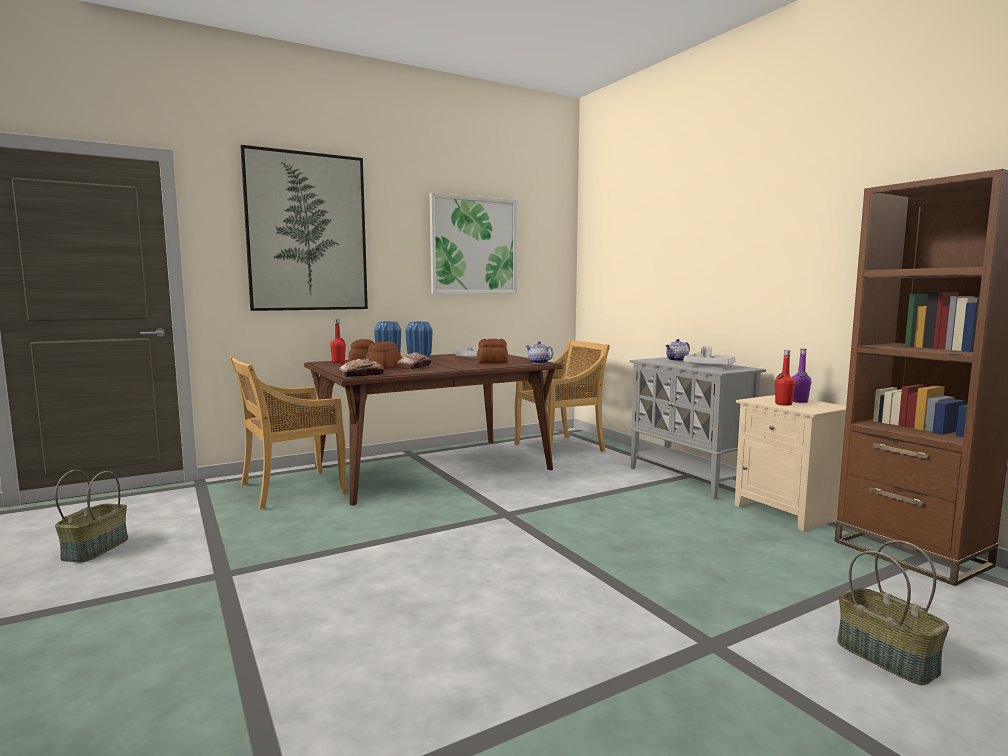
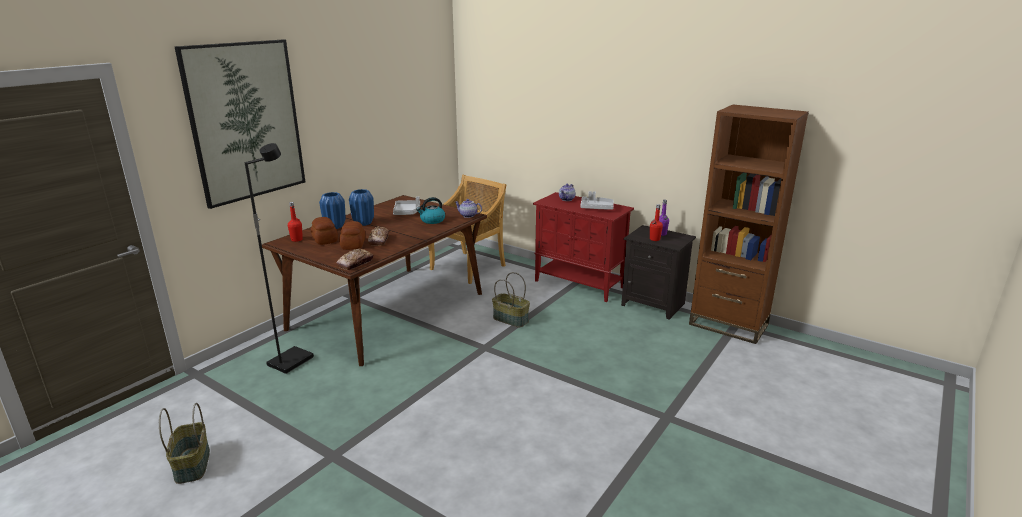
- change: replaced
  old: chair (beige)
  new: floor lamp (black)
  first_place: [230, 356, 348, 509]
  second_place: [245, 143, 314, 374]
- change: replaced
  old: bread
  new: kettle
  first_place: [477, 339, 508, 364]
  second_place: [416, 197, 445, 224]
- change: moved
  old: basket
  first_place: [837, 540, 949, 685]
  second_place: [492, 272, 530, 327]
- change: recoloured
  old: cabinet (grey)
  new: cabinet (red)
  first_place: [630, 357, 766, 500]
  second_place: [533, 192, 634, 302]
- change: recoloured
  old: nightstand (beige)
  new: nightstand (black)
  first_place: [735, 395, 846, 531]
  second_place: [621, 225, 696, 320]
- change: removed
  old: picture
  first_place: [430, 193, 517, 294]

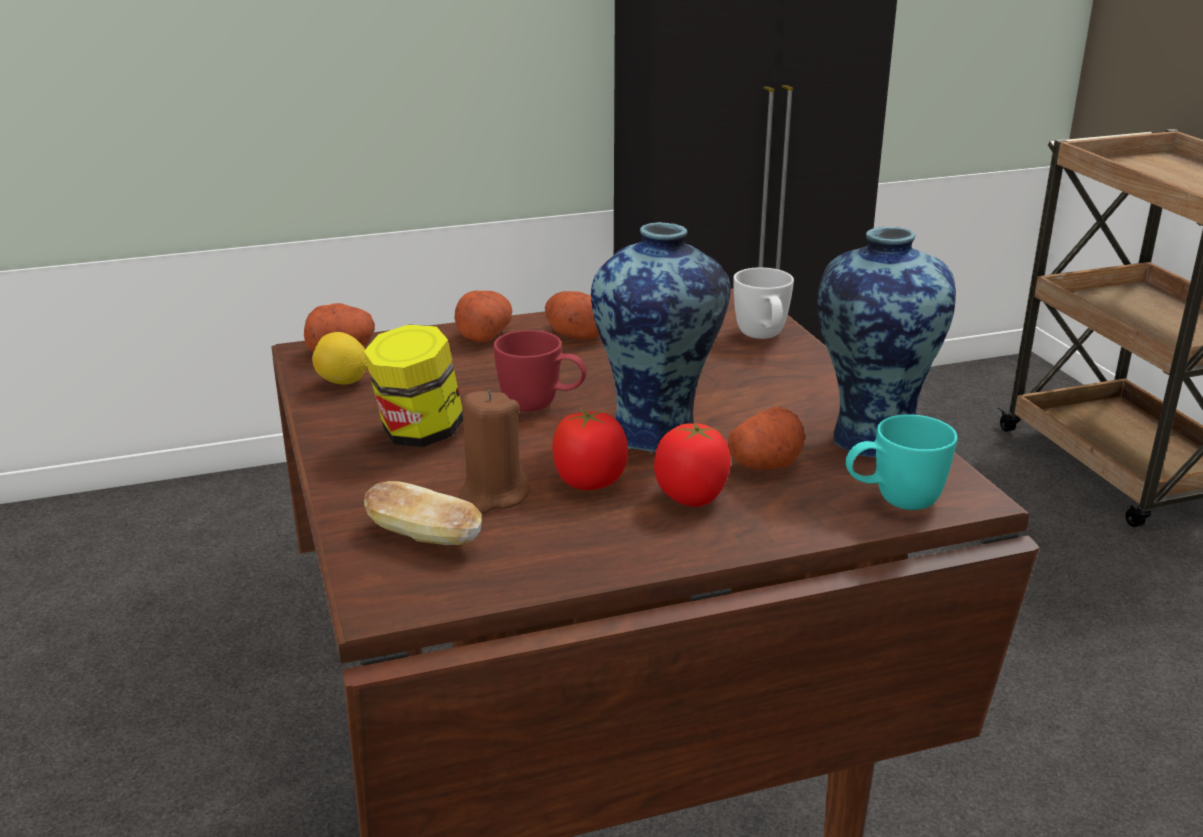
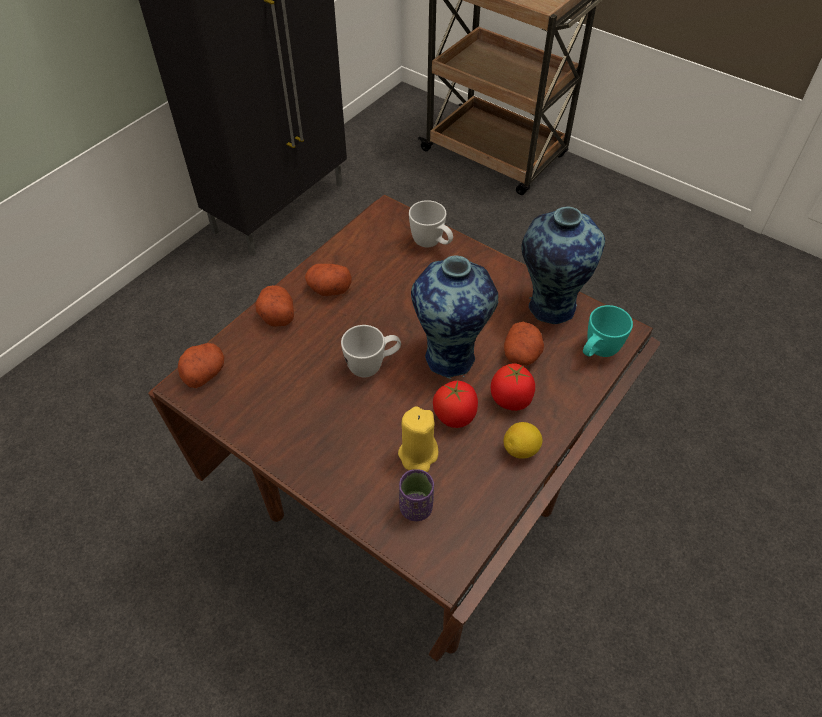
- change: recoloured
  old: mug (red)
  new: mug (white)
  first_place: [493, 330, 587, 412]
  second_place: [341, 325, 401, 378]
- change: recoloured
  old: candle (brown)
  new: candle (yellow)
  first_place: [458, 390, 530, 514]
  second_place: [398, 406, 438, 472]
- change: replaced
  old: bread
  new: cup (purple)
  first_place: [364, 481, 482, 545]
  second_place: [399, 469, 434, 521]
- change: moved
  old: lemon
  first_place: [312, 332, 368, 384]
  second_place: [504, 422, 543, 459]
- change: removed
  old: jar
  first_place: [364, 324, 463, 447]

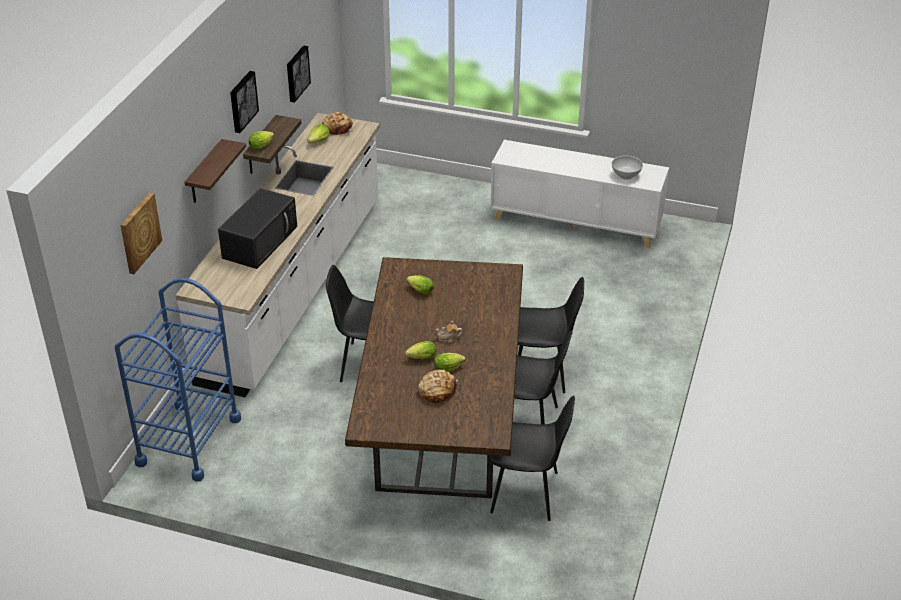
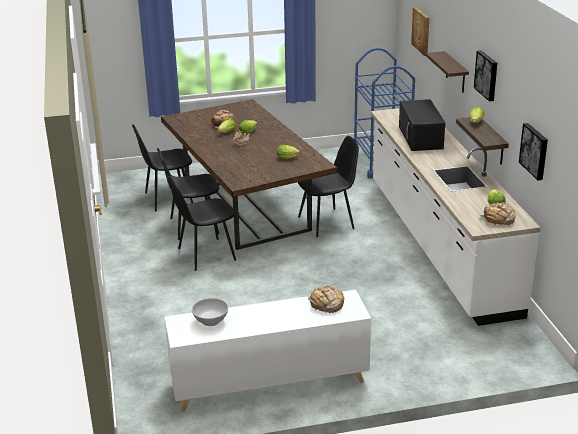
- change: added
  new: bread
  second_place: [308, 286, 344, 313]

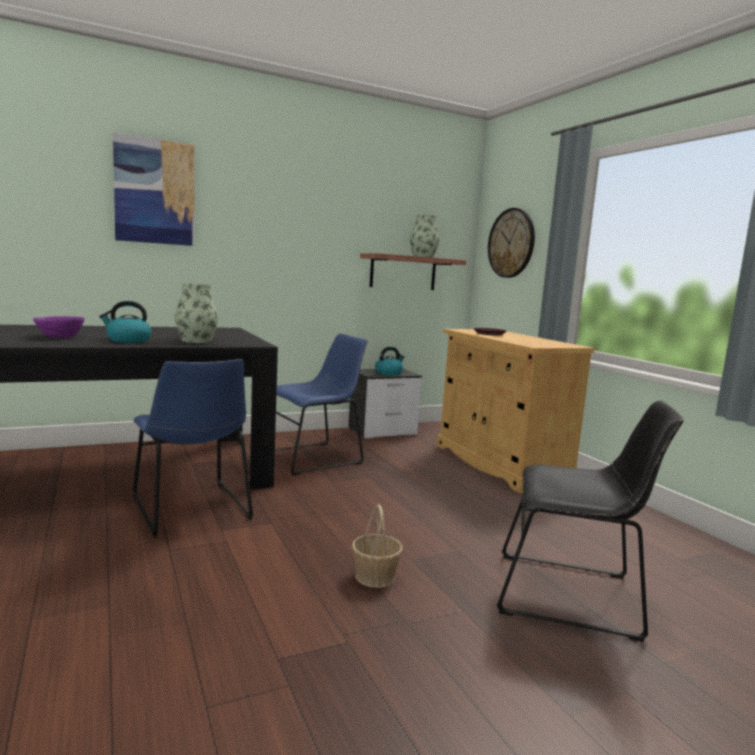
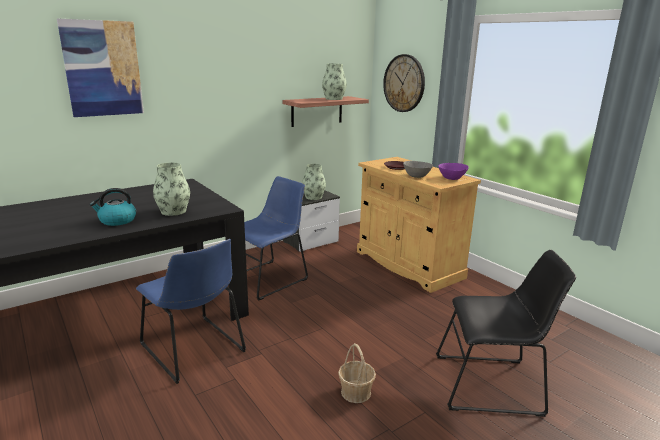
- change: replaced
  old: kettle
  new: vase
  first_place: [375, 347, 404, 376]
  second_place: [302, 164, 326, 200]
- change: added
  new: bowl (grey)
  second_place: [403, 161, 433, 178]
- change: moved
  old: bowl (purple)
  first_place: [33, 316, 85, 338]
  second_place: [438, 163, 469, 180]

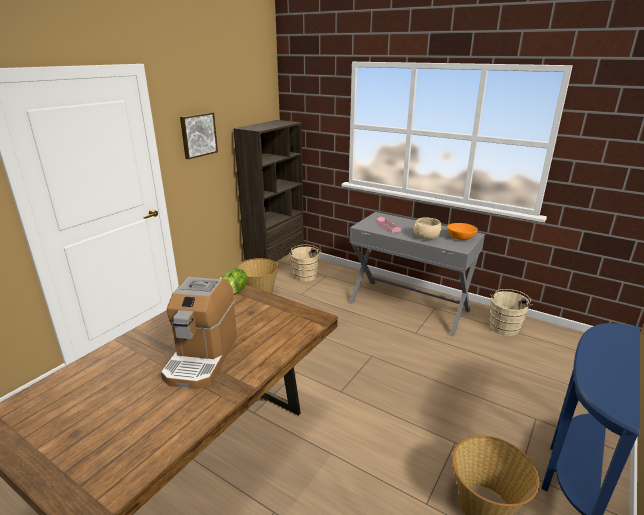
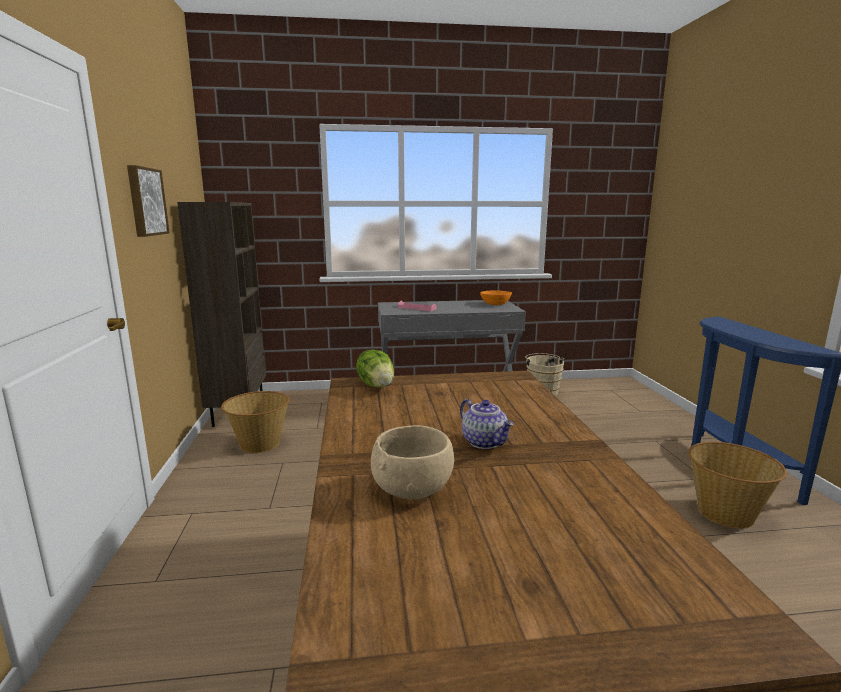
- change: moved
  old: bowl (beige)
  first_place: [414, 217, 441, 240]
  second_place: [371, 425, 454, 499]
- change: replaced
  old: coffee machine
  new: teapot
  first_place: [161, 276, 237, 389]
  second_place: [460, 399, 514, 449]
- change: removed
  old: bucket (beige)
  first_place: [289, 245, 320, 282]

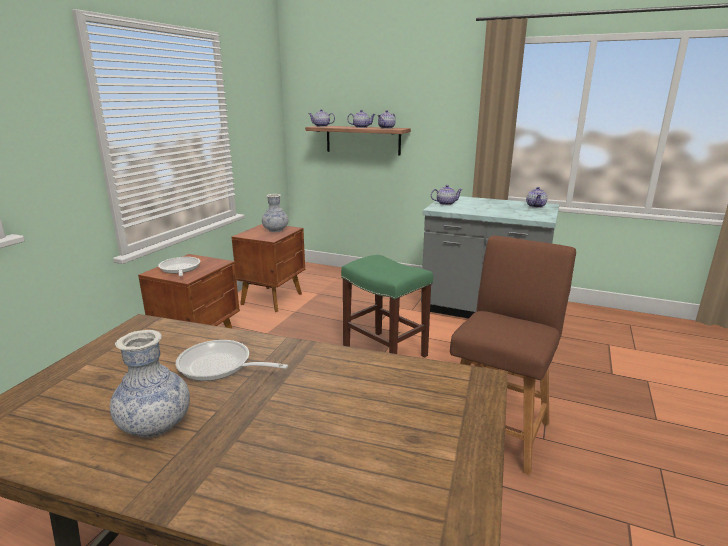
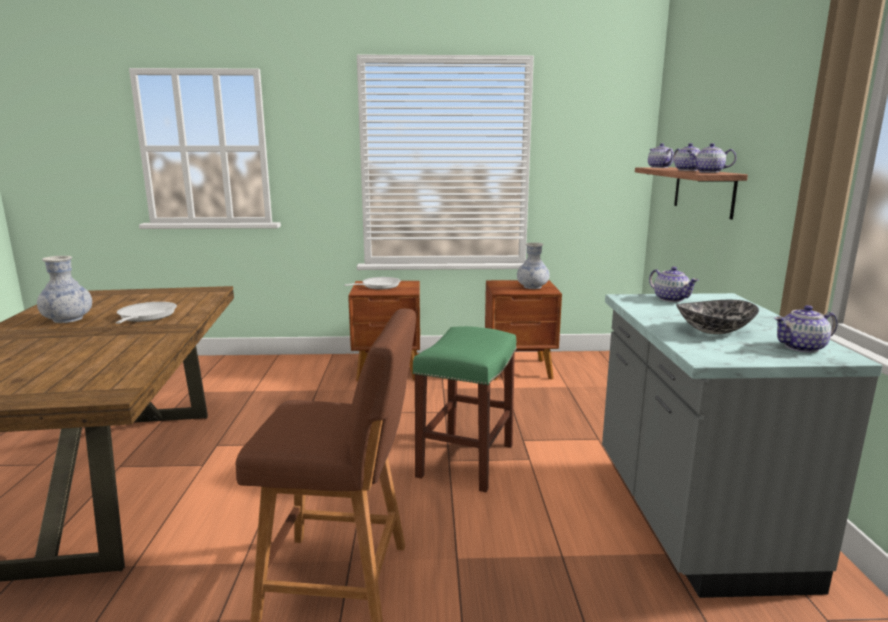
- change: added
  new: bowl
  second_place: [676, 300, 759, 334]

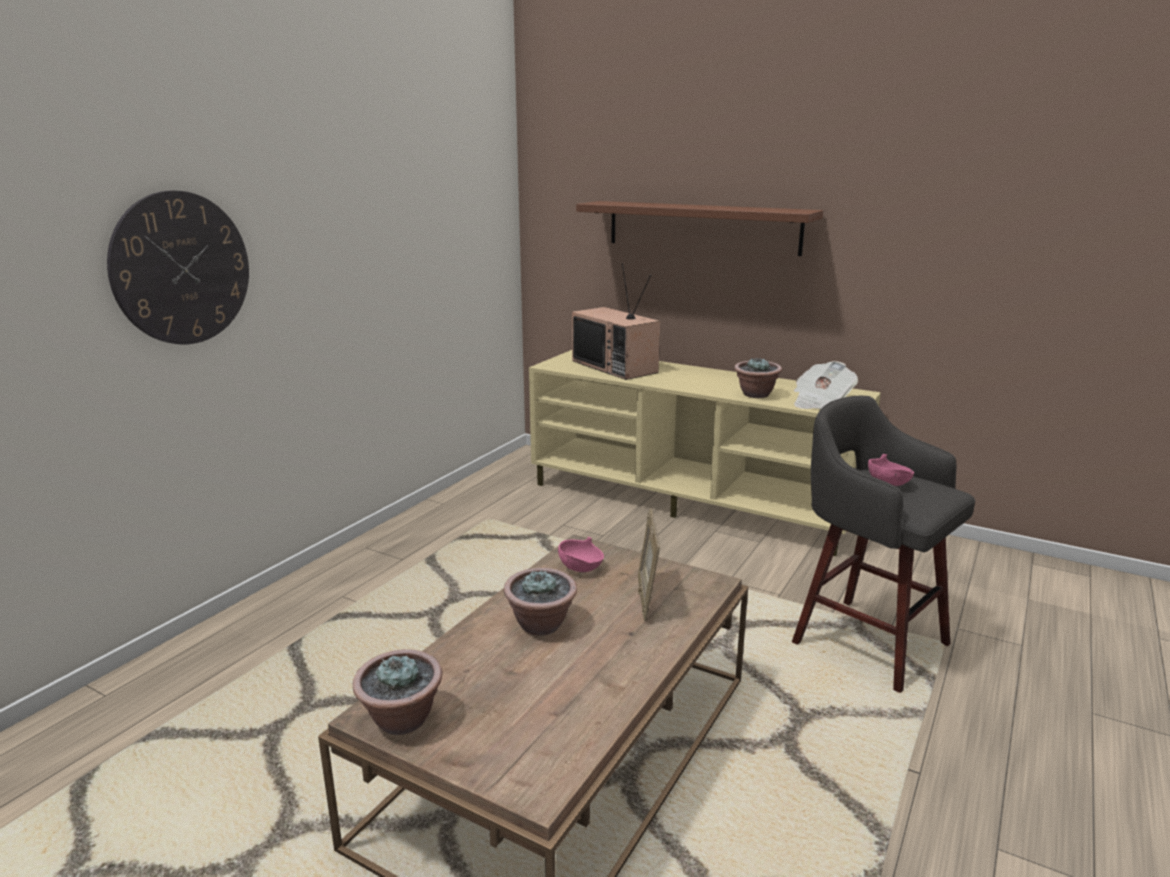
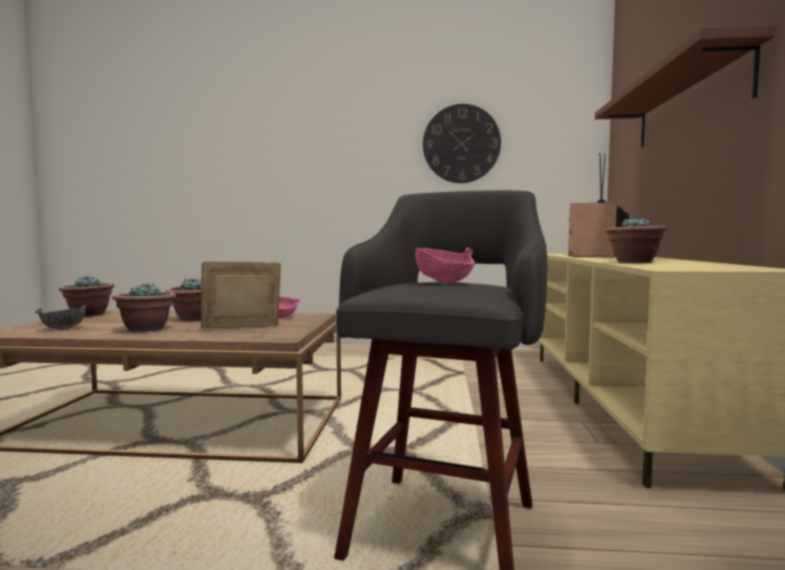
- change: added
  new: bowl (grey)
  second_place: [35, 304, 86, 330]
- change: added
  new: potted plant
  second_place: [112, 283, 176, 332]
- change: moved
  old: wall clock
  first_place: [107, 190, 249, 344]
  second_place: [423, 104, 501, 183]
- change: removed
  old: newspaper
  first_place: [794, 361, 858, 409]

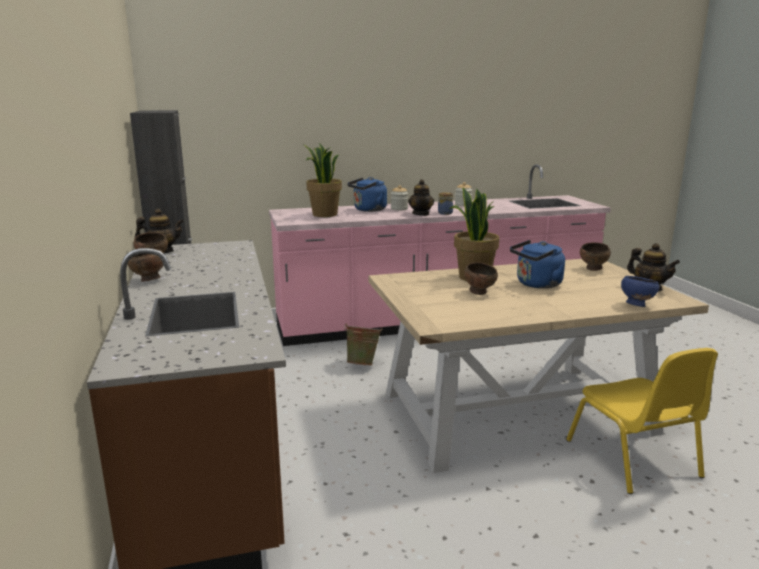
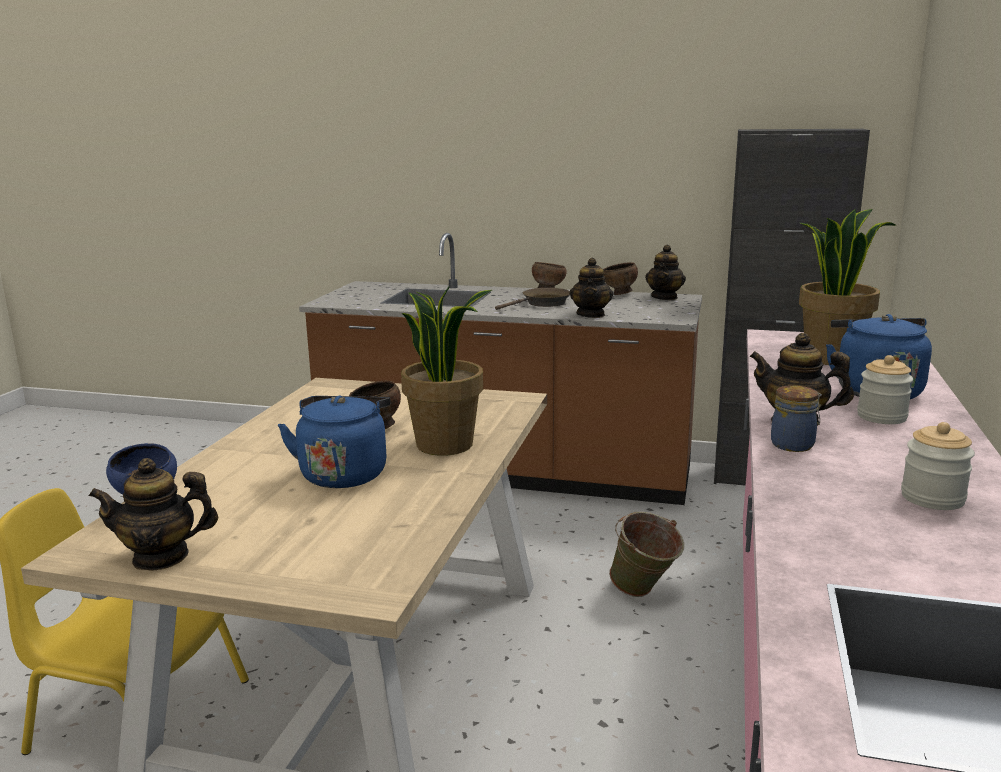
- change: added
  new: frying pan (brown)
  second_place: [495, 288, 570, 310]
- change: added
  new: teapot
  second_place: [569, 258, 613, 318]
- change: removed
  old: bowl (brown)
  first_place: [580, 242, 611, 271]

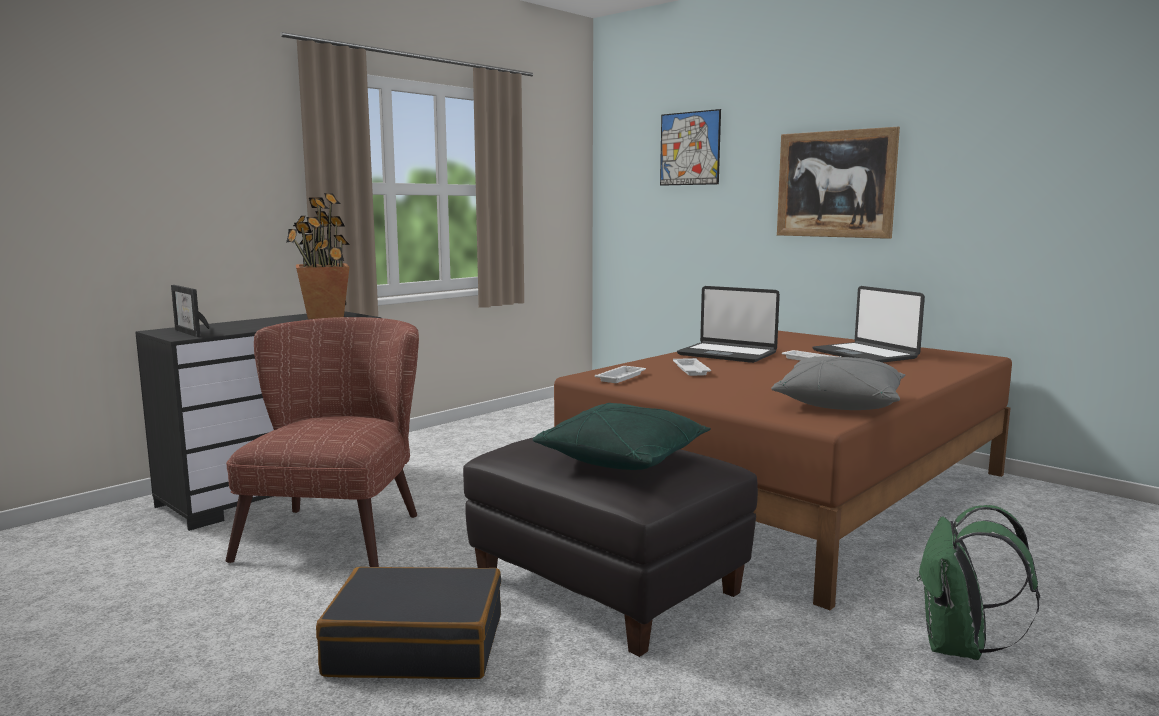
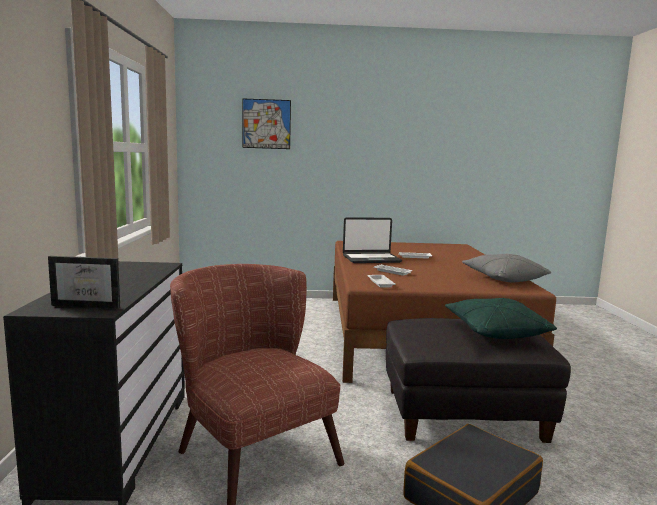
- change: removed
  old: potted plant
  first_place: [286, 193, 350, 319]
- change: removed
  old: picture
  first_place: [777, 127, 900, 239]
- change: removed
  old: laptop
  first_place: [812, 286, 925, 363]
- change: removed
  old: backpack (green)
  first_place: [917, 505, 1040, 660]

